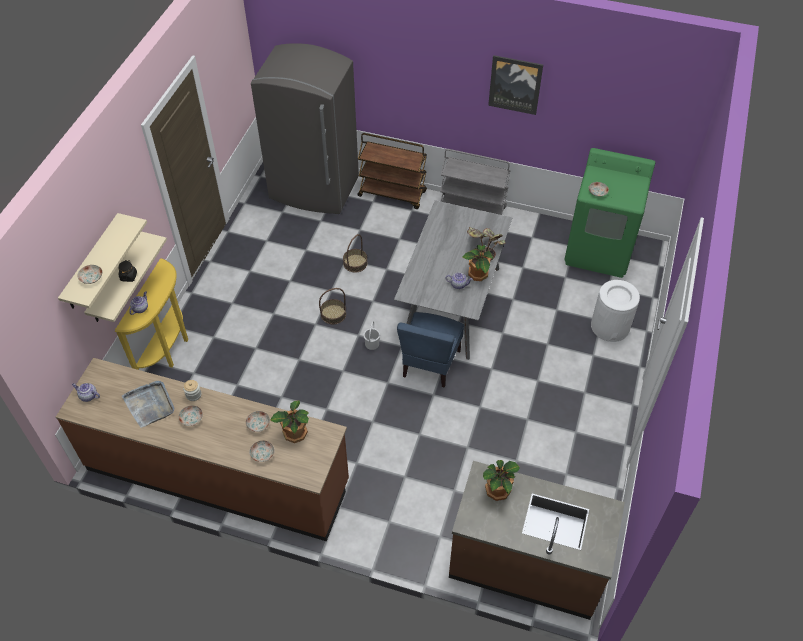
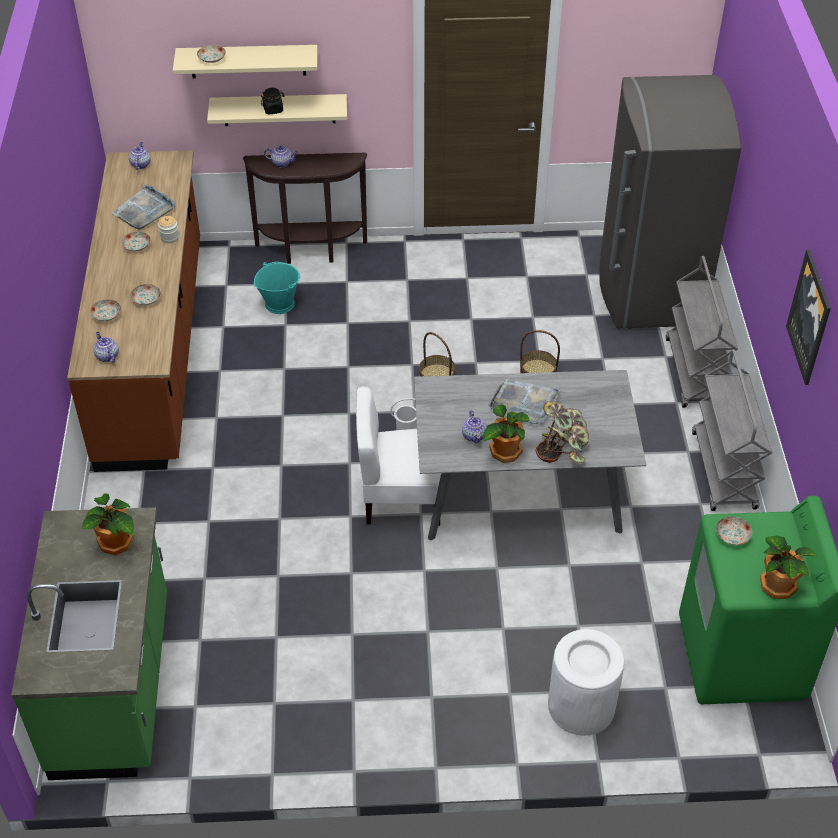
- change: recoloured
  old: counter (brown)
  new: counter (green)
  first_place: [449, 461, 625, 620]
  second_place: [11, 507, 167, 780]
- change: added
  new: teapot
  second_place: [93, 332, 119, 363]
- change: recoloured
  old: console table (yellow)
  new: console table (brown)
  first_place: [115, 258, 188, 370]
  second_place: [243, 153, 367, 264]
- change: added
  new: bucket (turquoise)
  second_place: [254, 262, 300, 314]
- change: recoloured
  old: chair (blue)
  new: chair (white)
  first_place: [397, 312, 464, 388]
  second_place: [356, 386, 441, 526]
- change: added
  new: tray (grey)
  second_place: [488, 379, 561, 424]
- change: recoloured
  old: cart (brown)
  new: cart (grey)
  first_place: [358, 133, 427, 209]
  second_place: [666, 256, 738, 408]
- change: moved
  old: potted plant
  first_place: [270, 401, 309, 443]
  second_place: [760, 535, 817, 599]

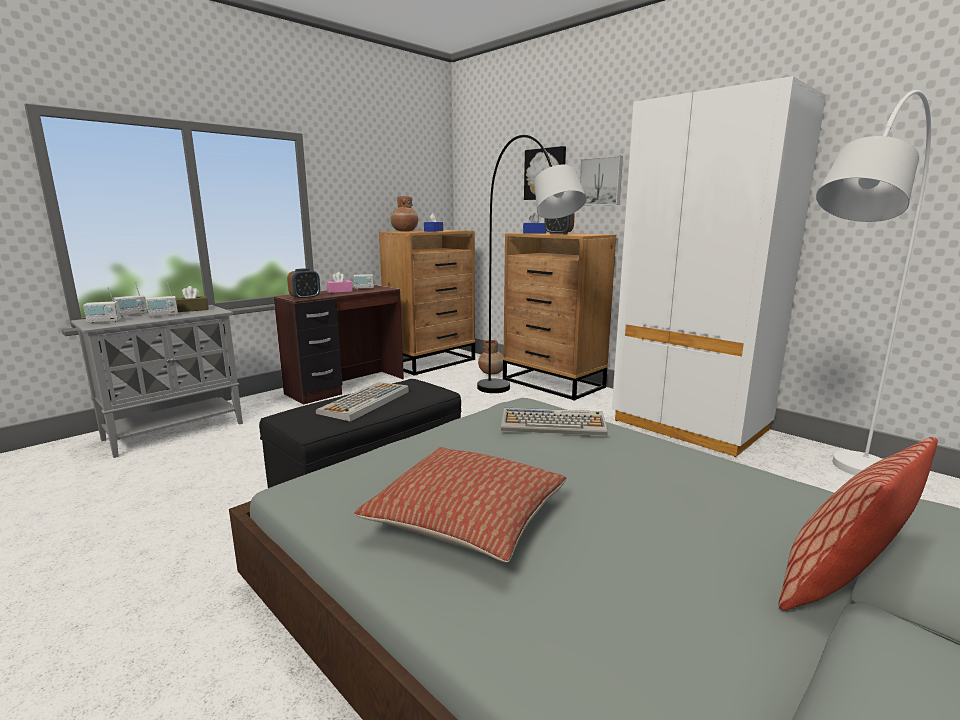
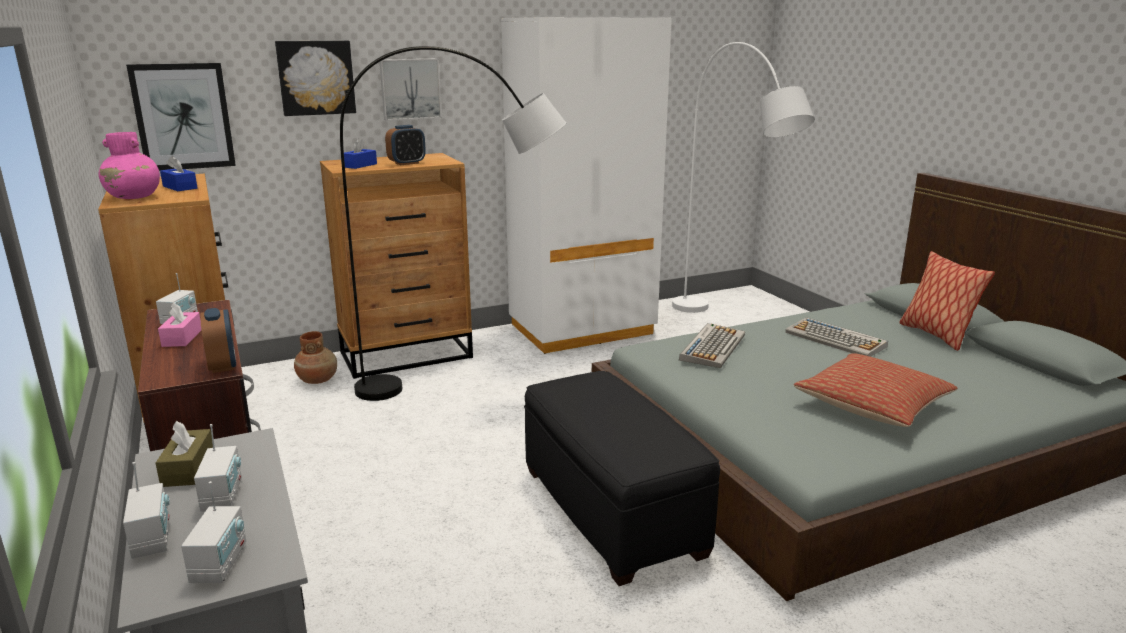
- change: recoloured
  old: vase (brown)
  new: vase (pink)
  first_place: [390, 196, 418, 231]
  second_place: [99, 132, 160, 199]
- change: added
  new: picture
  second_place: [126, 63, 236, 171]
- change: moved
  old: keyboard
  first_place: [316, 382, 409, 422]
  second_place: [785, 317, 888, 357]

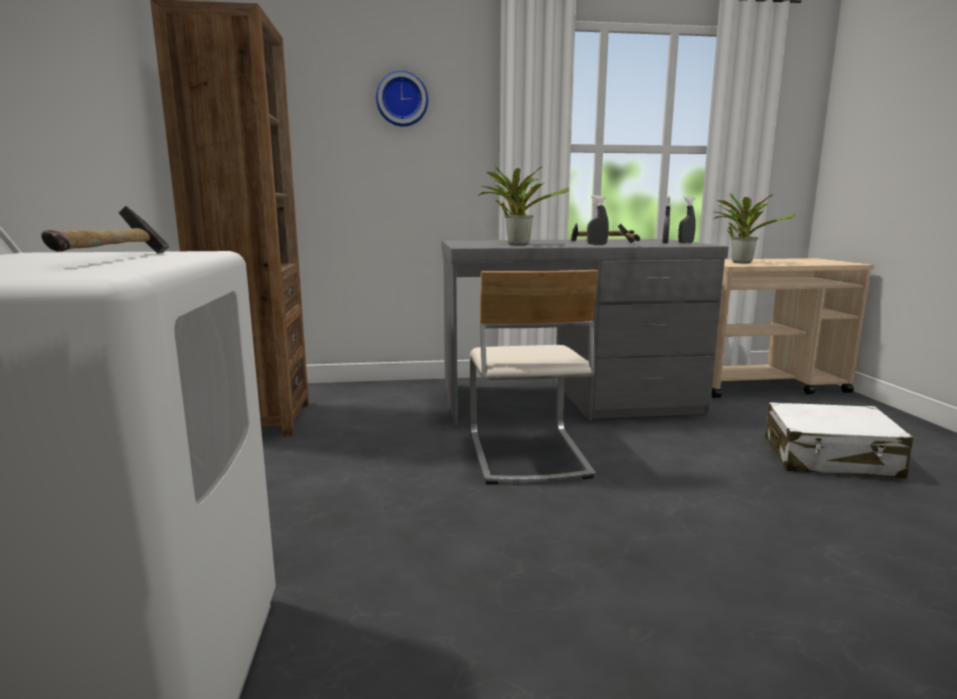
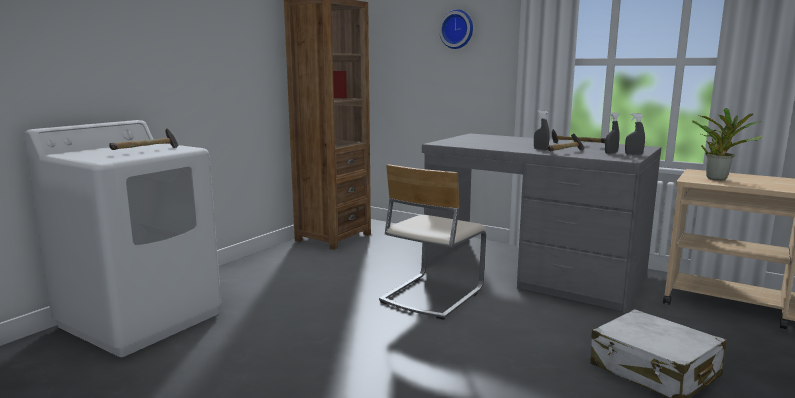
- change: removed
  old: potted plant
  first_place: [478, 165, 569, 245]

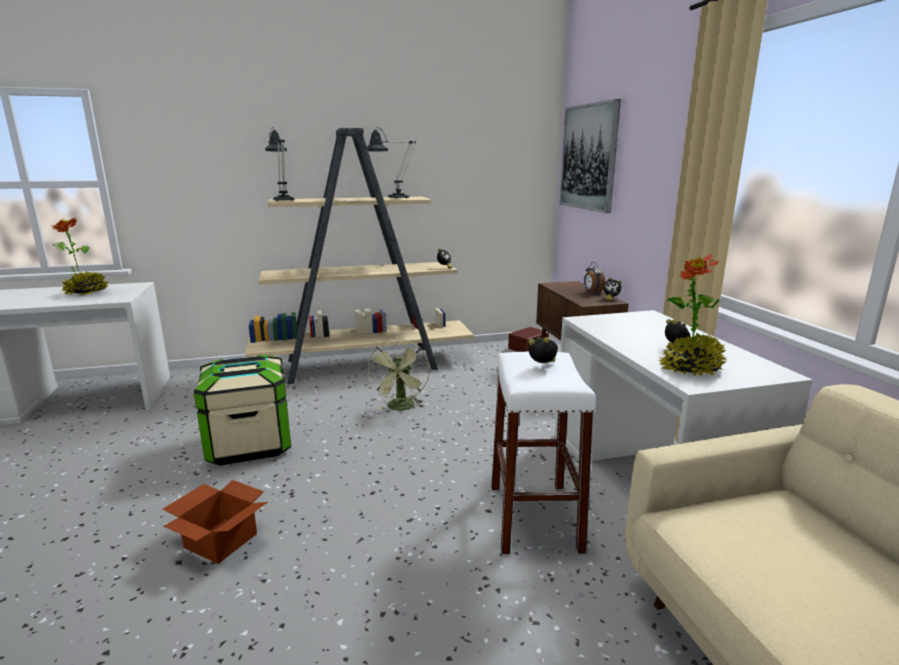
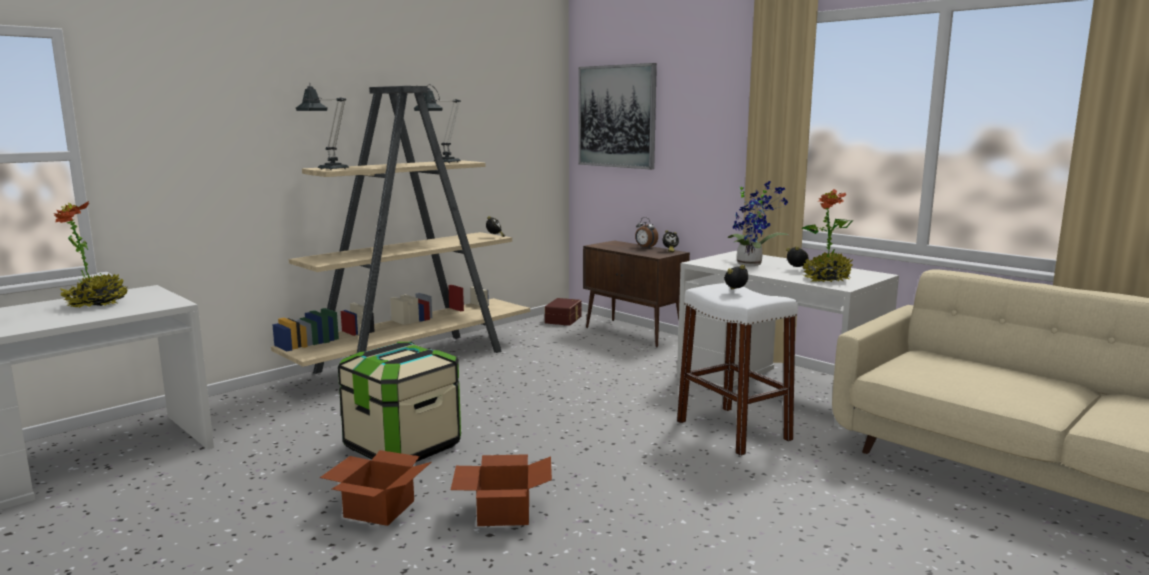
- change: added
  new: cardboard box
  second_place: [320, 450, 432, 526]
- change: added
  new: potted plant
  second_place: [727, 181, 788, 266]
- change: removed
  old: fan (green)
  first_place: [368, 338, 430, 410]

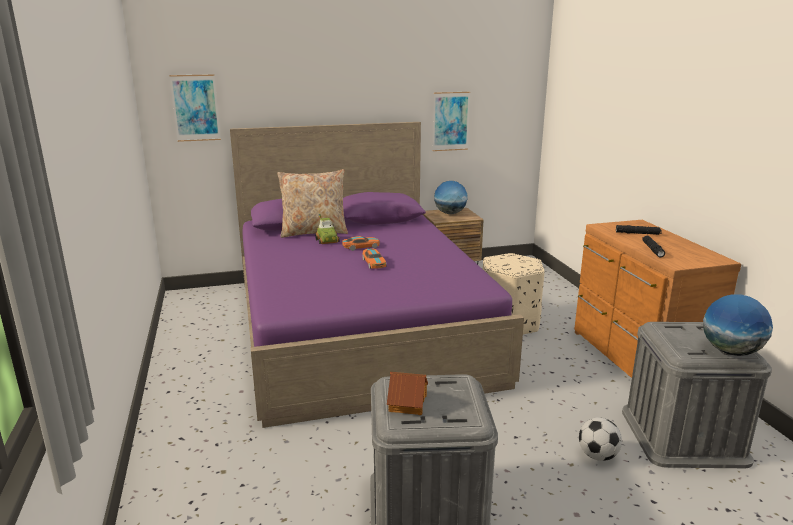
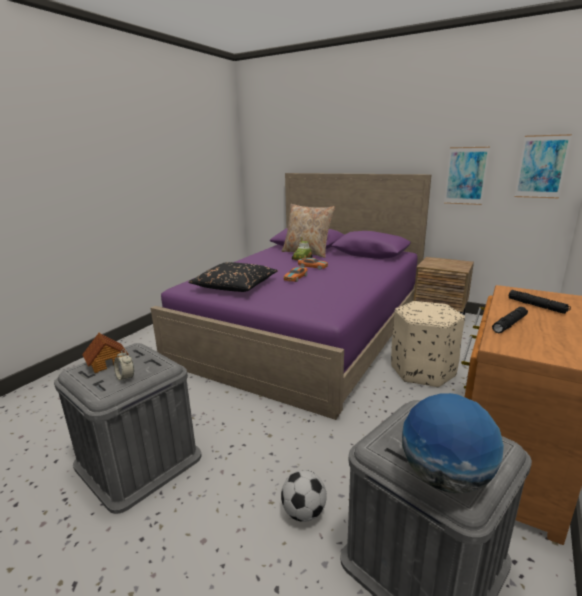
- change: added
  new: alarm clock
  second_place: [114, 349, 134, 383]
- change: added
  new: pillow (black)
  second_place: [188, 262, 278, 292]
- change: moved
  old: picture
  first_place: [169, 74, 221, 142]
  second_place: [515, 134, 572, 198]
- change: removed
  old: globe
  first_place: [434, 181, 468, 214]

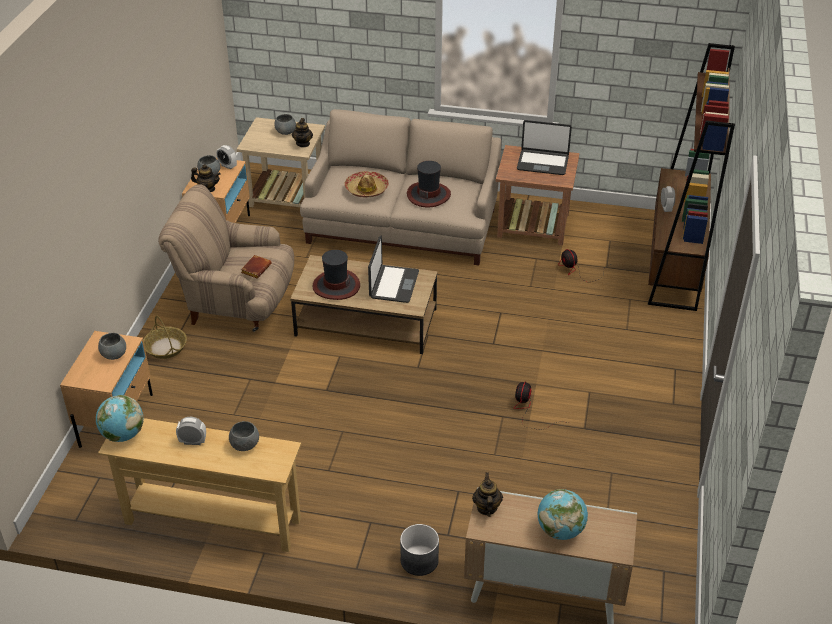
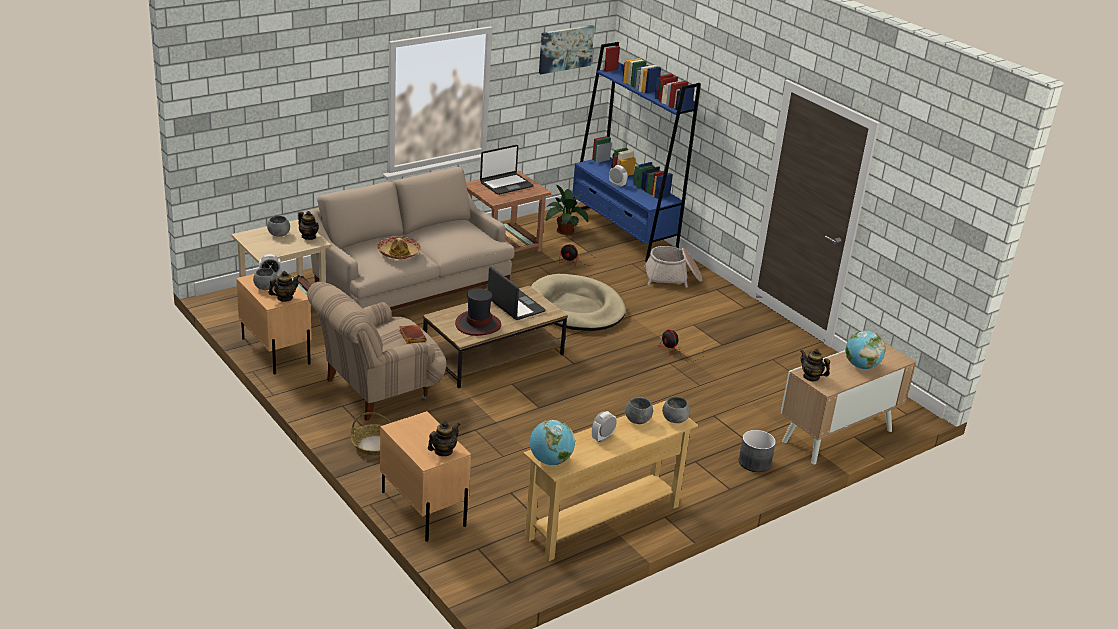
- change: added
  new: teapot
  second_place: [428, 421, 460, 456]
- change: added
  new: dog bed (beige)
  second_place: [530, 274, 626, 331]
- change: added
  new: picture
  second_place: [539, 25, 595, 74]
- change: added
  new: potted plant
  second_place: [545, 185, 588, 235]
- change: recoloured
  old: bookcase (brown)
  new: bookcase (blue)
  first_place: [648, 43, 735, 311]
  second_place: [571, 42, 701, 262]
- change: added
  new: basket
  second_place: [644, 246, 702, 288]
- change: moved
  old: bowl (grey)
  first_place: [98, 333, 126, 360]
  second_place: [662, 397, 690, 423]
- change: removed
  old: hat
  first_place: [407, 161, 451, 208]

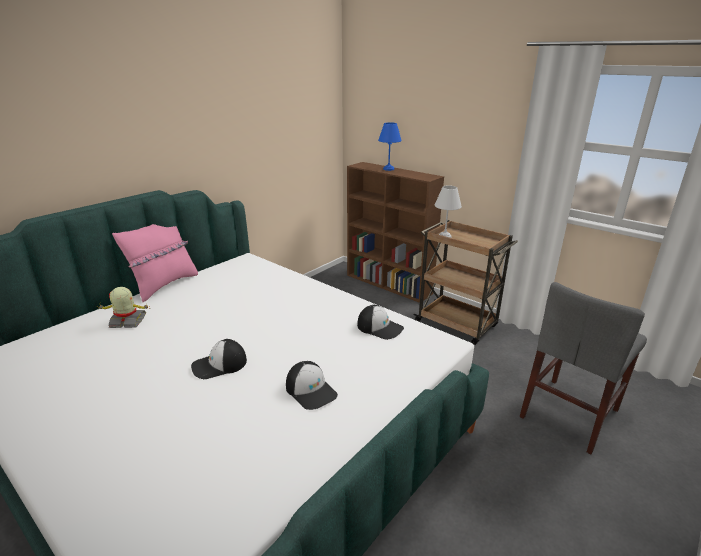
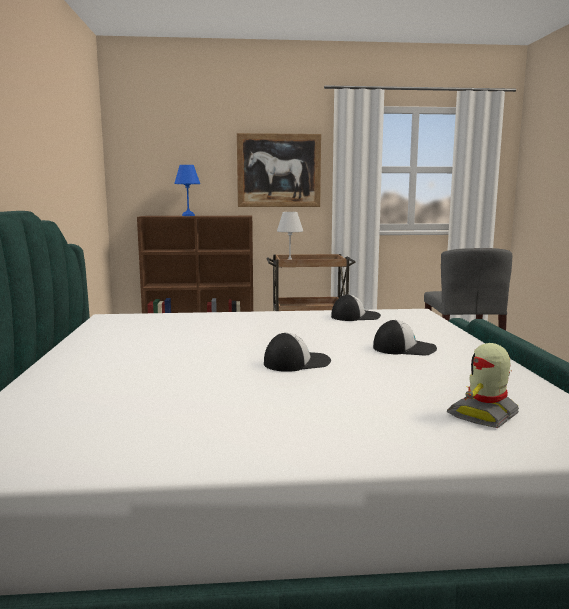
- change: added
  new: picture
  second_place: [237, 133, 321, 207]
- change: turned
  old: cap
  first_place: [191, 339, 247, 379]
  second_place: [264, 333, 331, 372]
  degrees: -135
- change: moved
  old: toy robot
  first_place: [96, 287, 150, 328]
  second_place: [447, 343, 519, 428]
- change: removed
  old: pillow (pink)
  first_place: [112, 224, 198, 302]

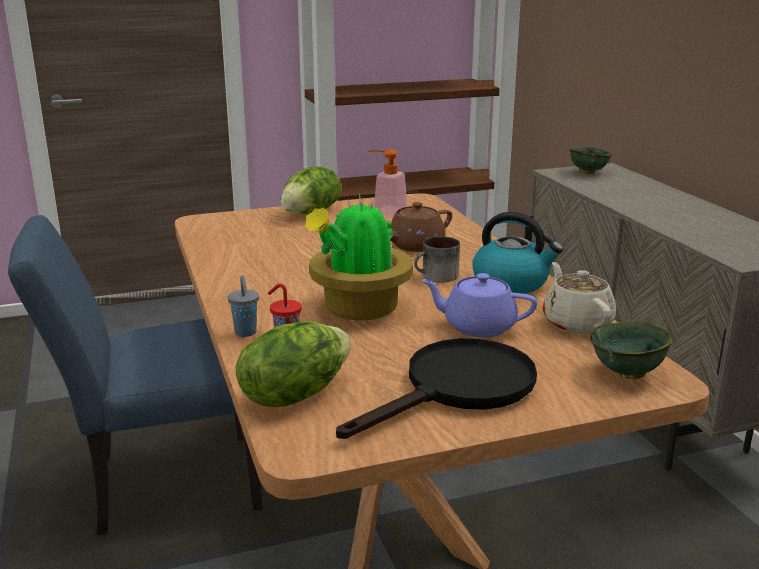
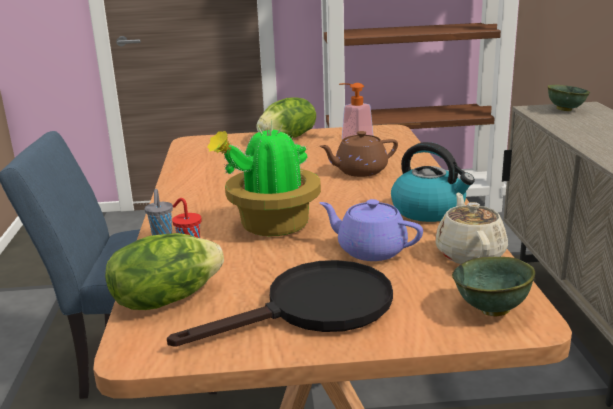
- change: removed
  old: mug
  first_place: [414, 236, 460, 282]

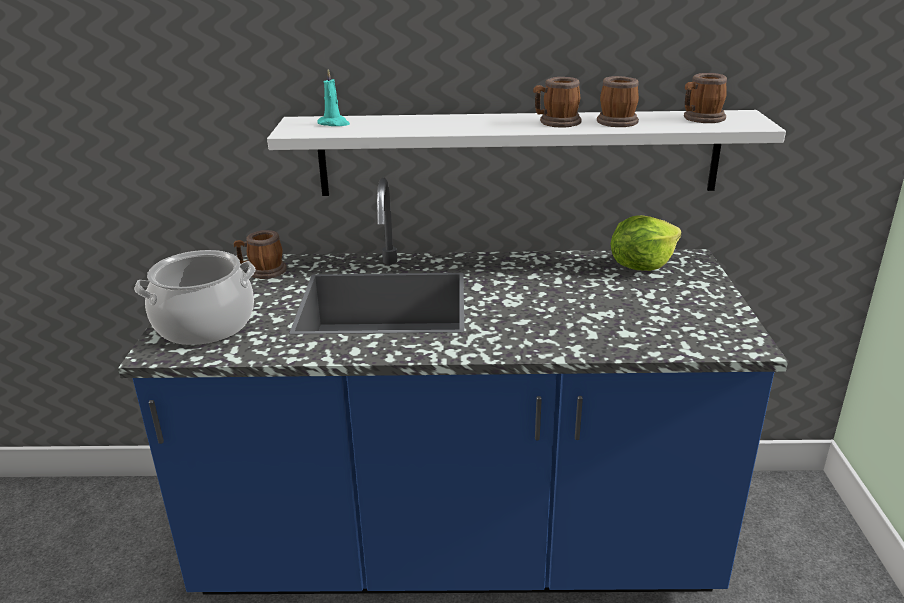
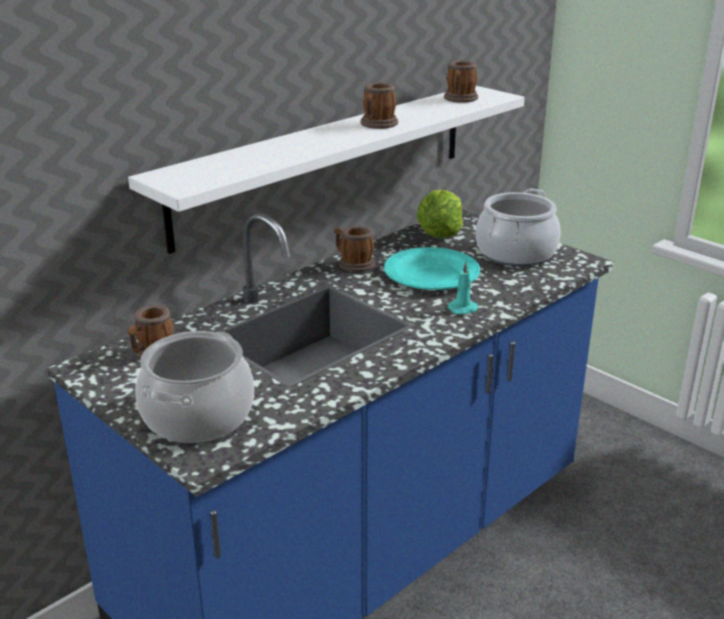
- change: moved
  old: mug
  first_place: [597, 76, 639, 127]
  second_place: [334, 226, 375, 272]
- change: added
  new: plate (turquoise)
  second_place: [384, 247, 480, 290]
- change: moved
  old: candle (turquoise)
  first_place: [317, 69, 350, 126]
  second_place: [448, 261, 479, 314]
- change: added
  new: cooking pot
  second_place: [476, 189, 561, 266]

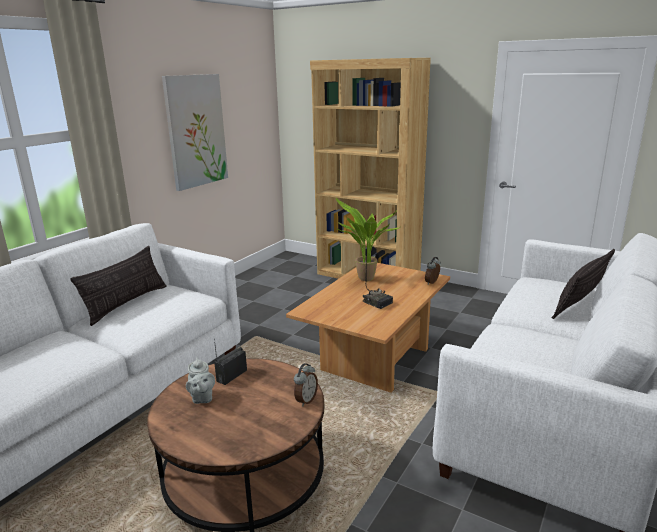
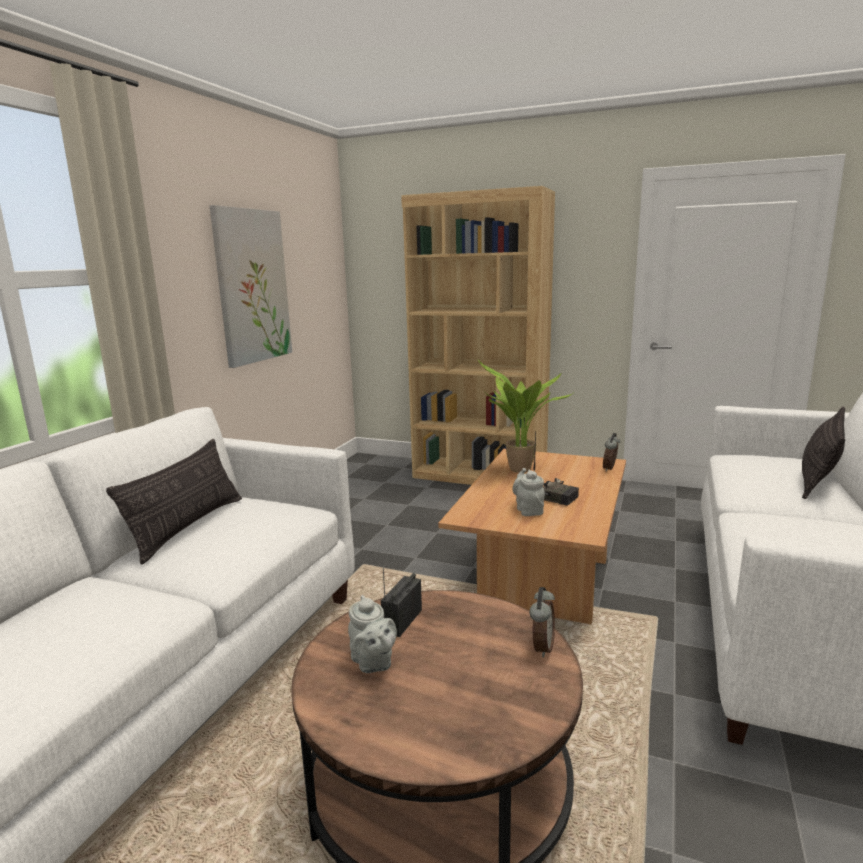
- change: added
  new: teapot (grey)
  second_place: [512, 468, 545, 516]

